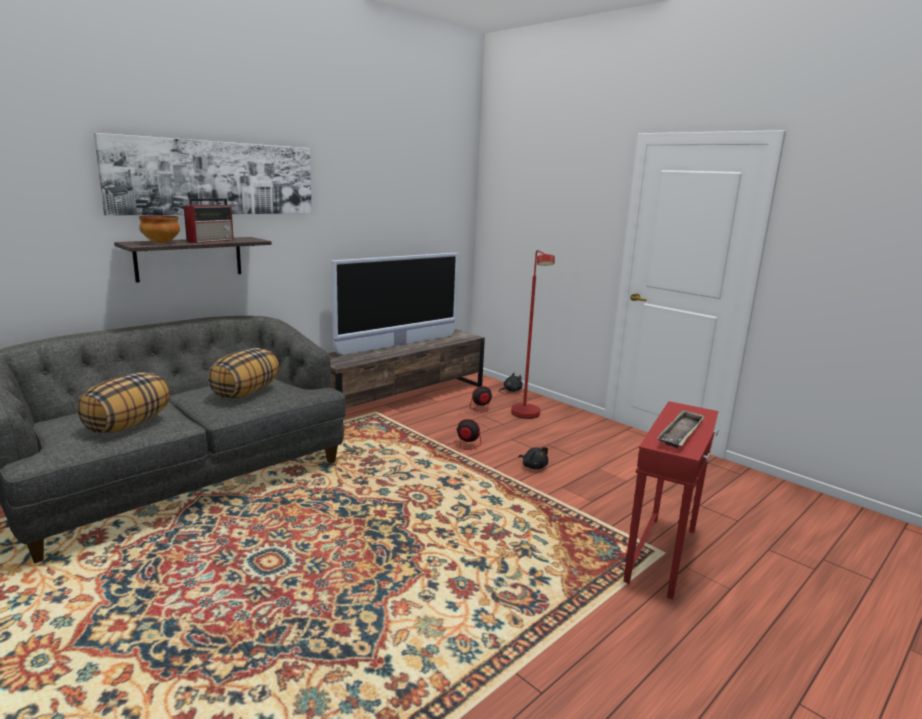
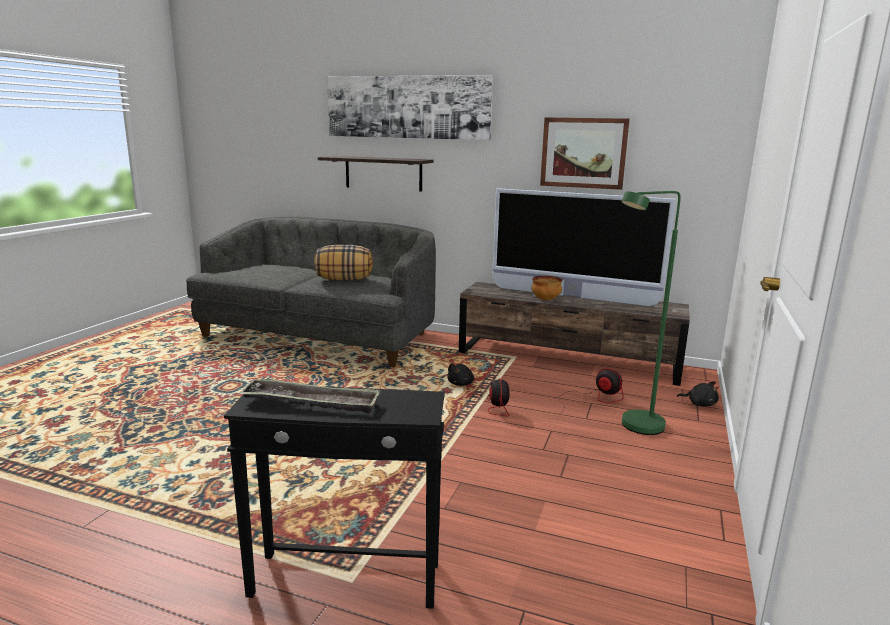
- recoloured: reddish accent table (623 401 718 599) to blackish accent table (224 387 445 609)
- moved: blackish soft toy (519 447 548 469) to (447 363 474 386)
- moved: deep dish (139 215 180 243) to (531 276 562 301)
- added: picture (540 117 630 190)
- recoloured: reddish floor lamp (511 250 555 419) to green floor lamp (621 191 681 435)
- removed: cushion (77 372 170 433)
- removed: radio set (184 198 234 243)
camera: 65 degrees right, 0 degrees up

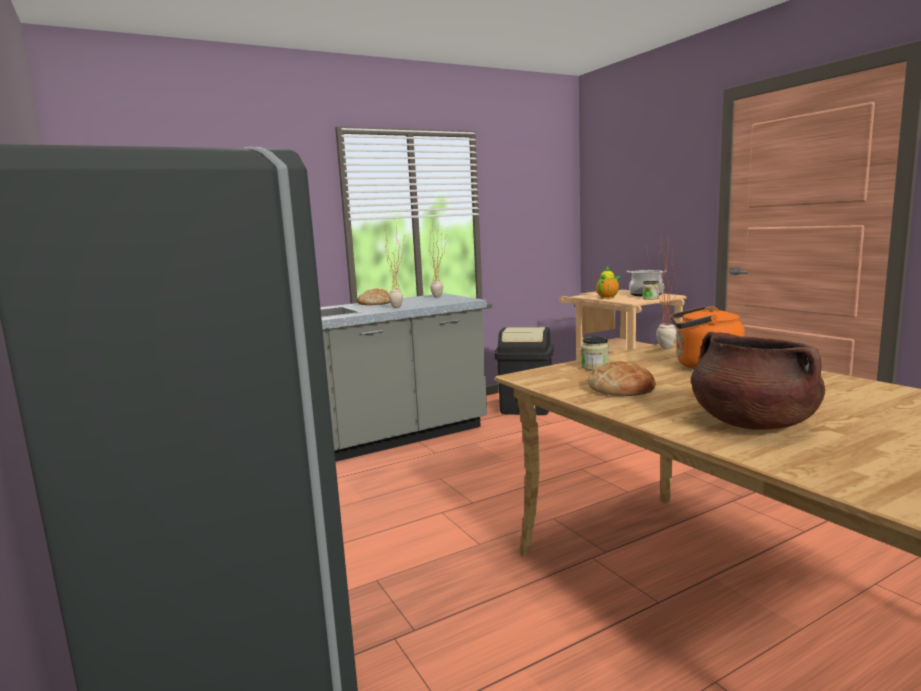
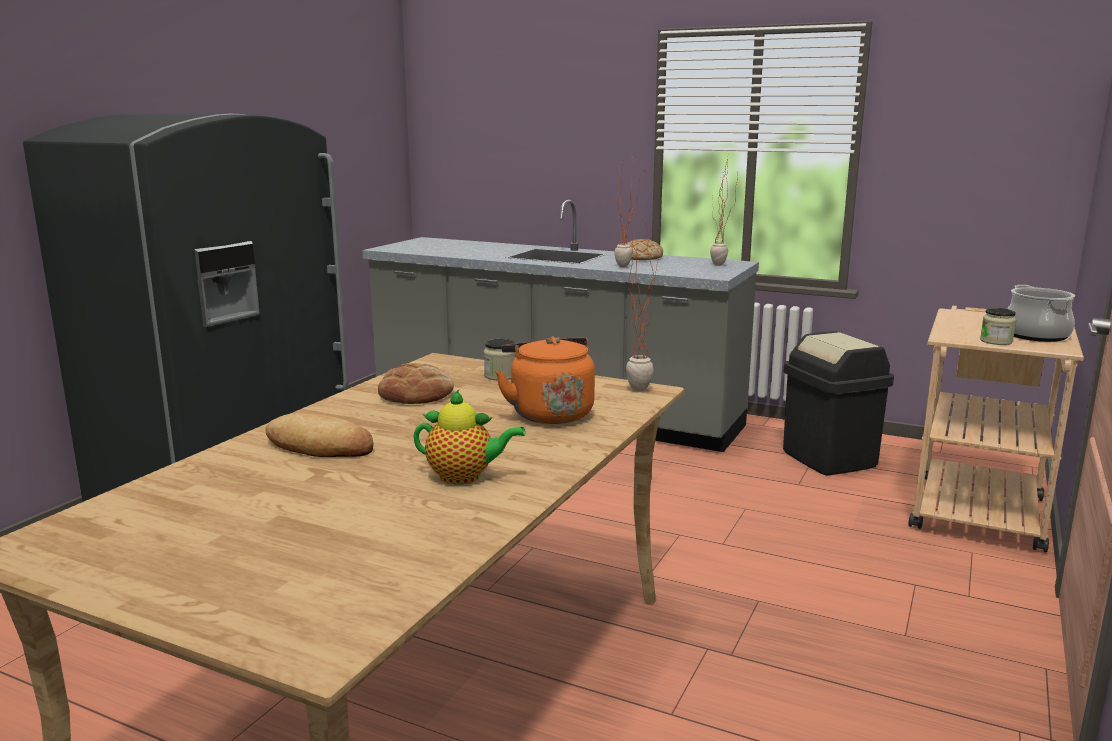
- replaced: brown-coloured stockpot (691 331 825 430) to bakery bread (265 413 373 457)
- moved: teapot (596 266 620 299) to (413 390 526 484)
camera: 55 degrees right, 5 degrees up

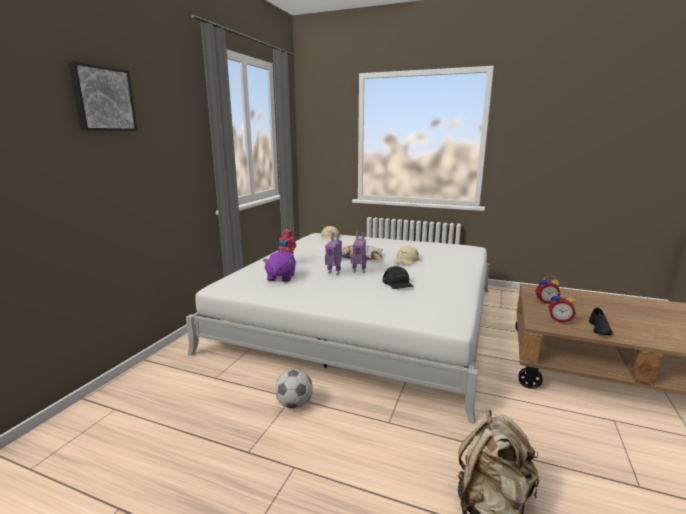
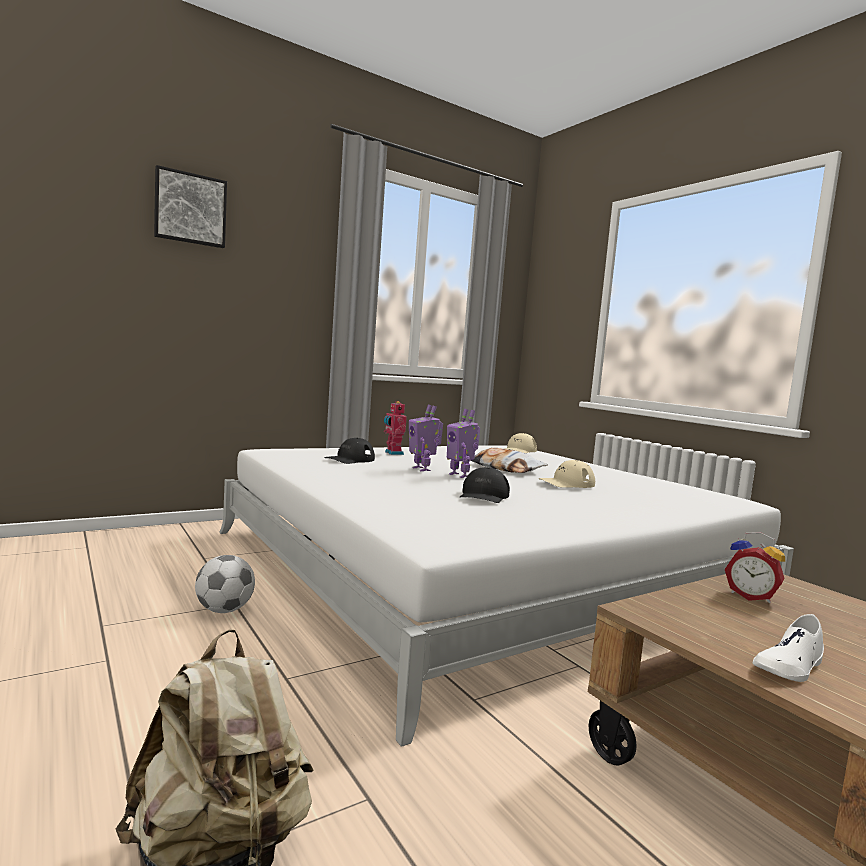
- replaced: purple-coloured soft toy (263 251 296 282) to blackish cap (324 438 375 464)
- recoloured: blackish low shoe (589 307 613 335) to white-coloured low shoe (753 614 824 682)
- removed: table clock (548 292 576 323)
camera: 35 degrees right, 10 degrees down

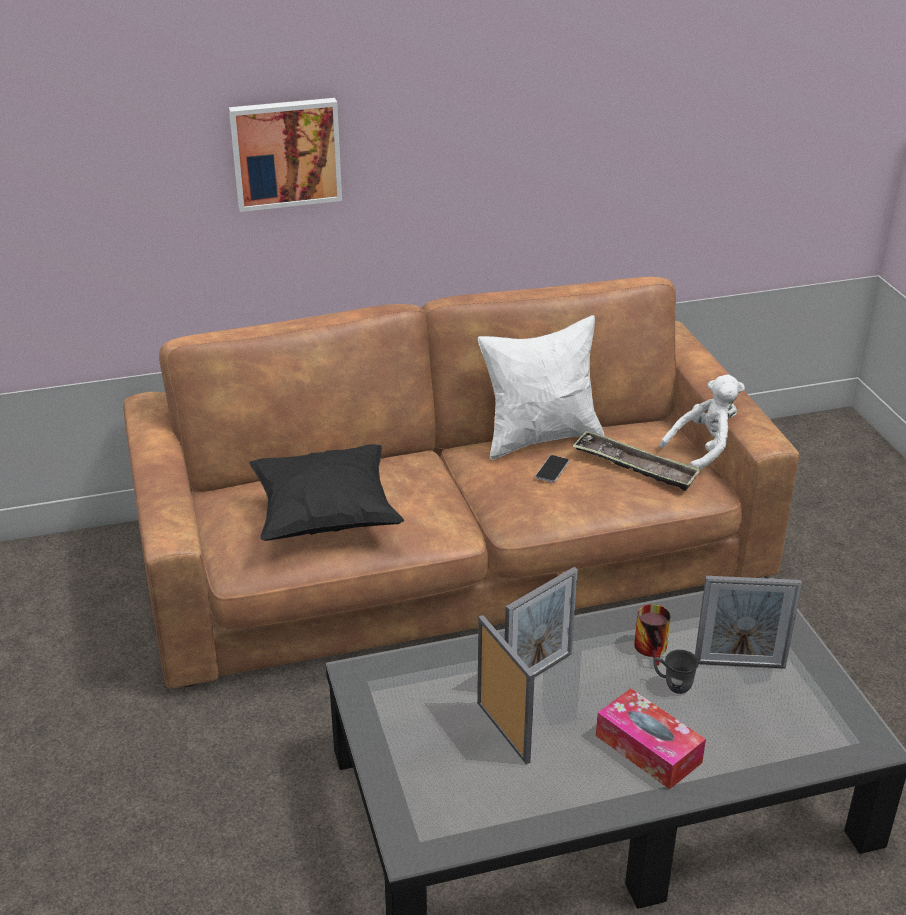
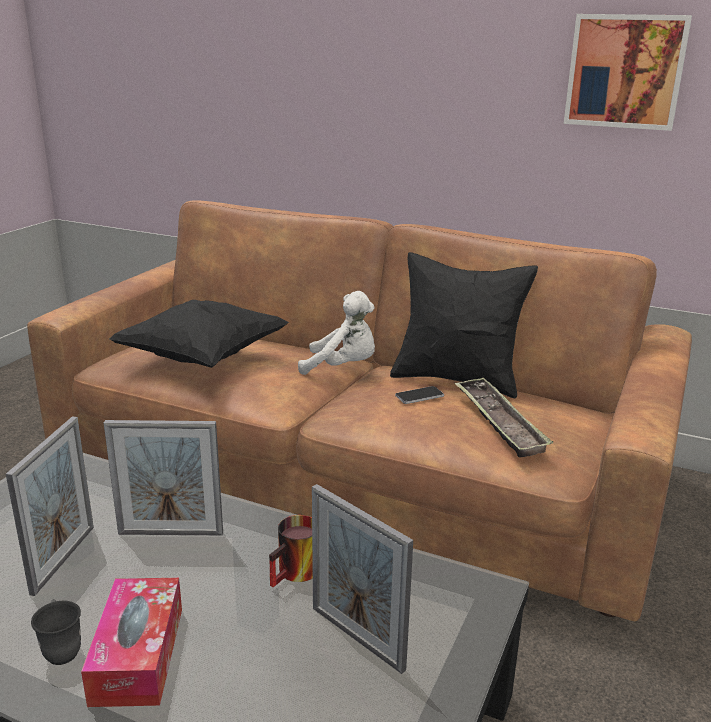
- moved: gray coffee mug (653 650 699 694) to (31 599 81 665)
- moved: white-coloured soft toy (660 374 745 471) to (298 291 375 375)
- recoloured: white-coloured cushion (478 315 605 460) to blackish cushion (390 252 538 398)
- moved: picture (229 98 342 212) to (564 14 692 131)
camera: 40 degrees right, 10 degrees down

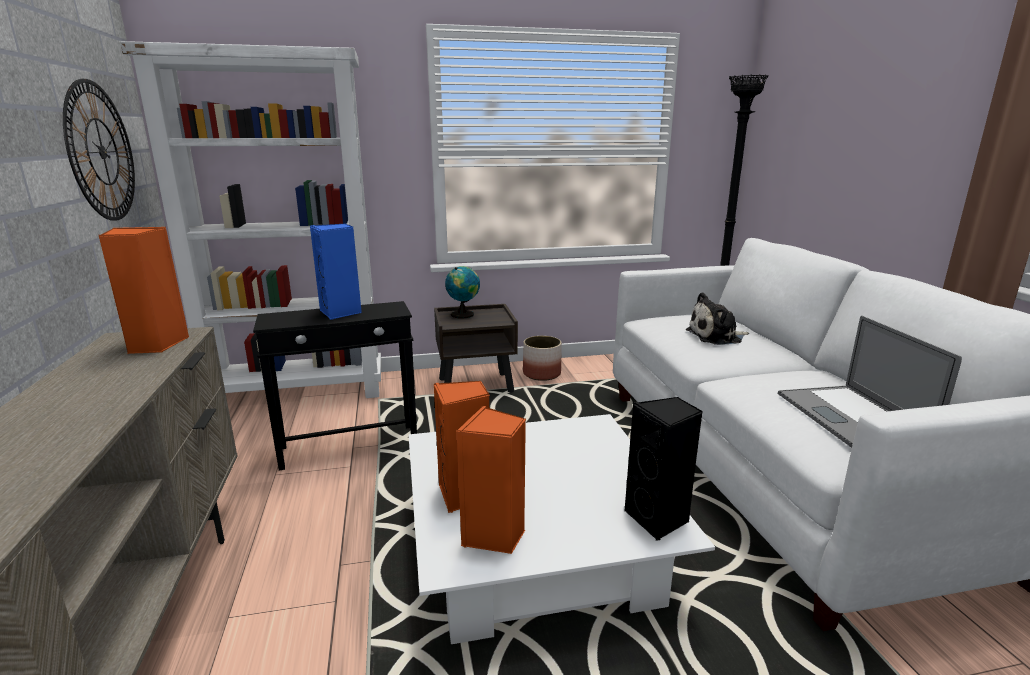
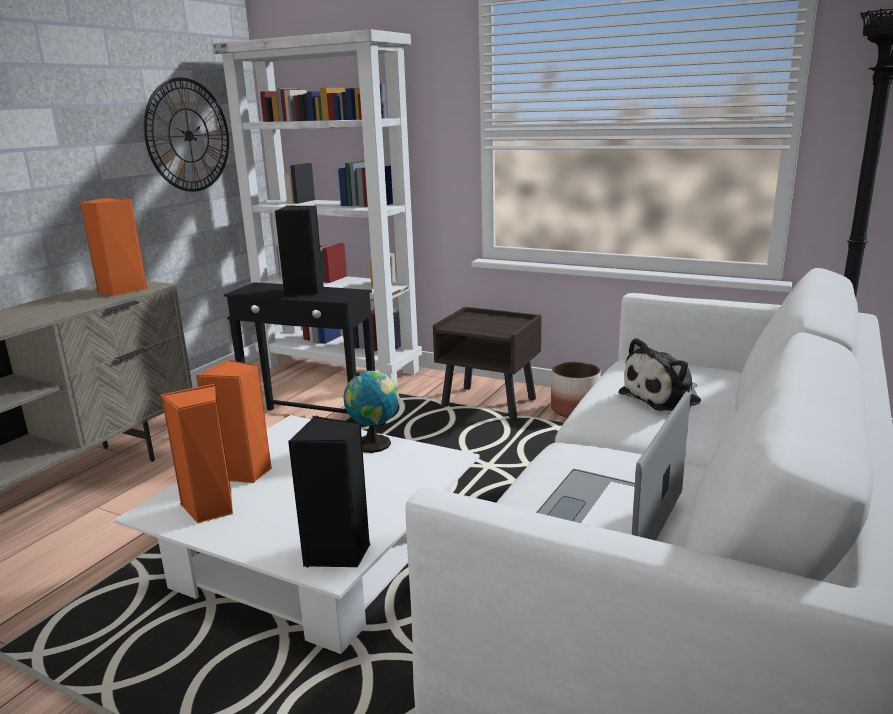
- recoloured: bluish audio speaker (310 224 362 320) to blackish audio speaker (275 205 324 296)
- moved: world globe (445 266 480 318) to (343 371 399 453)
- turned: soft toy (686 292 749 345) = (618 338 701 411) 60 degrees counterclockwise
camera: 40 degrees right, 0 degrees up

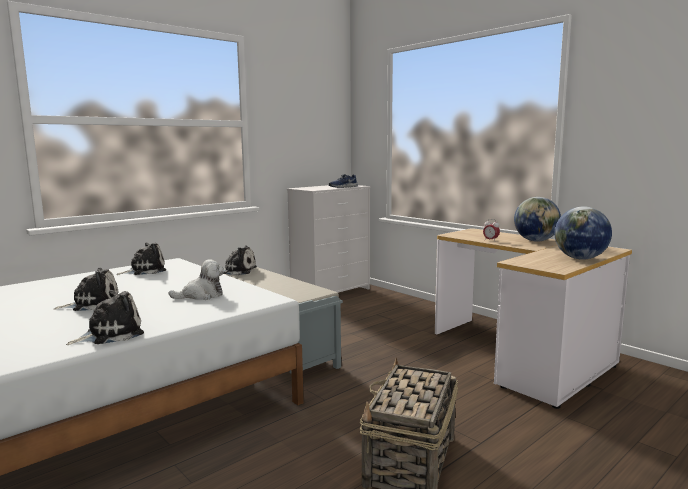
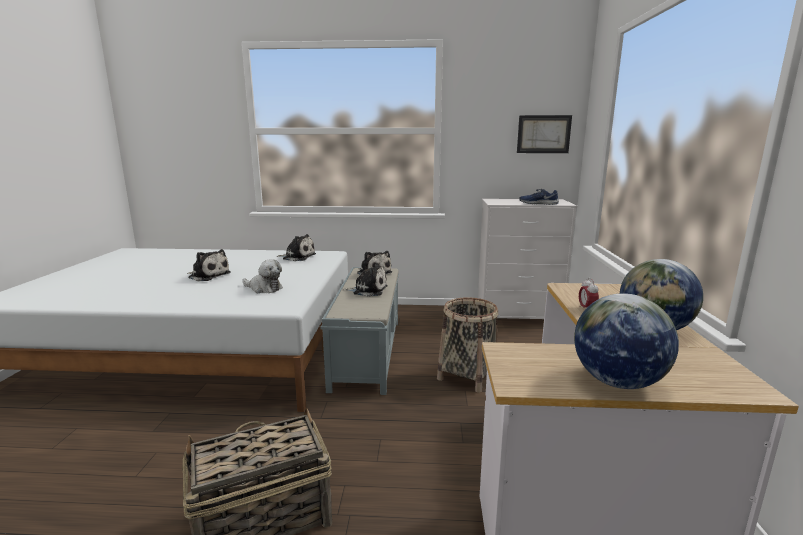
- moved: soft toy (66 290 144 345) to (343 263 388 297)
- added: basket (437 297 498 393)
- added: picture (517 115 572 153)
camera: 45 degrees right, 5 degrees up

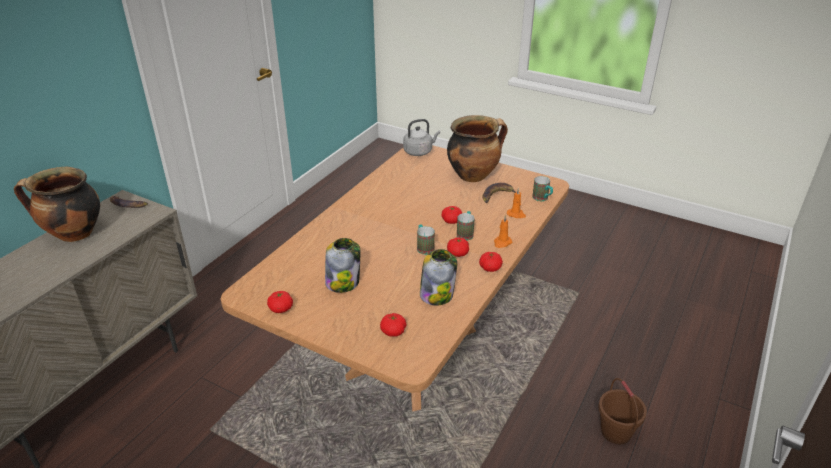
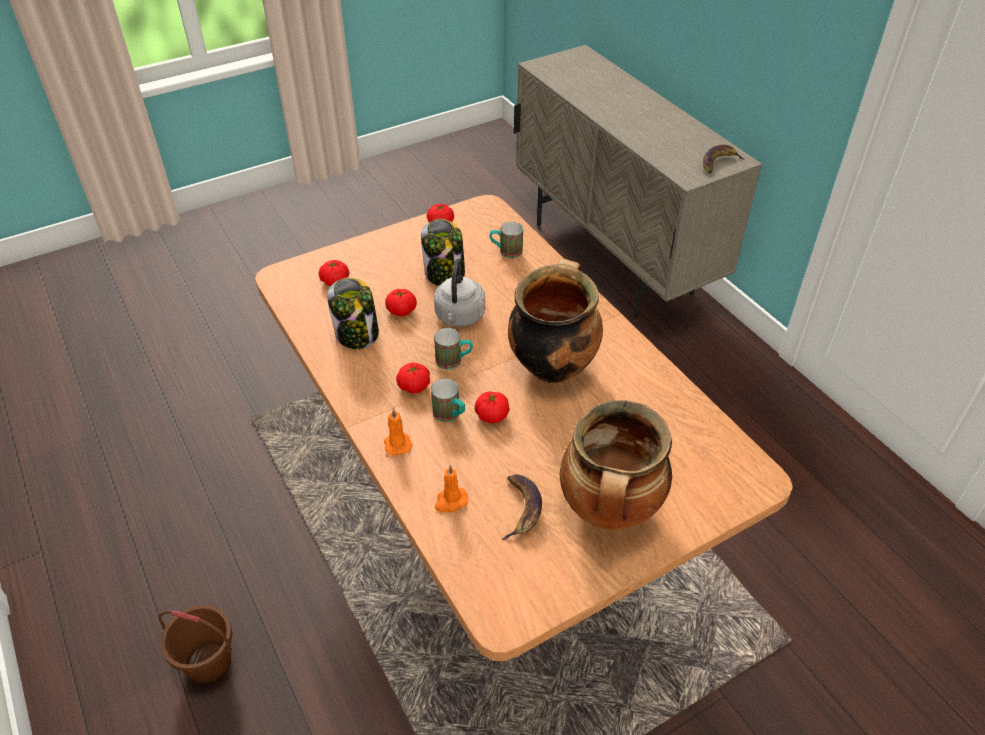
- moved: fresh tomato (479 252 503 272) to (385 289 417 316)
- moved: gray water kettle (403 119 440 156) to (434 259 485 327)
- moved: coffee mug (532 176 553 201) to (490 222 523 259)
- moved: stockpot (14 167 100 242) to (508 258 603 383)
camera: 120 degrees right, 10 degrees up

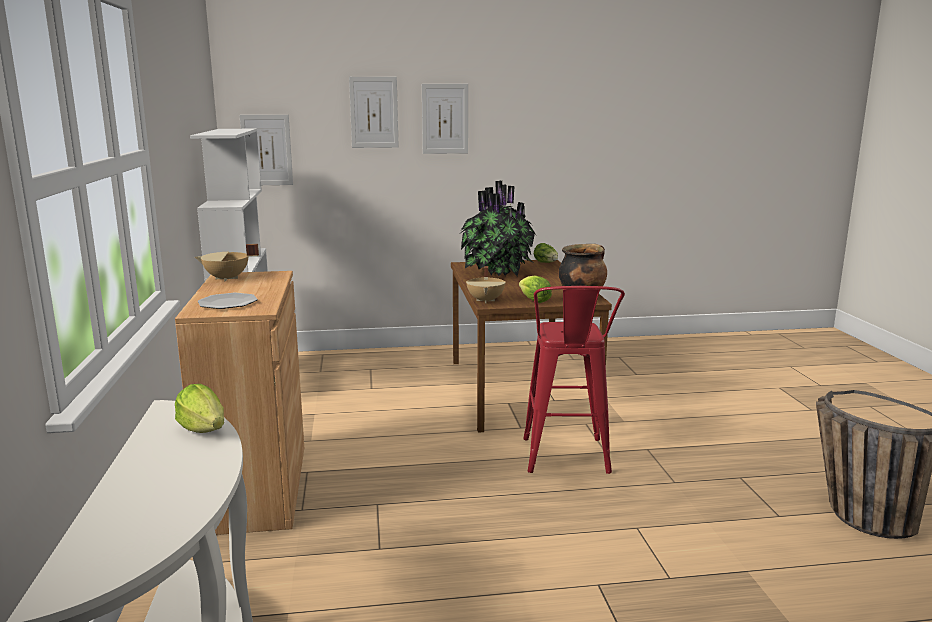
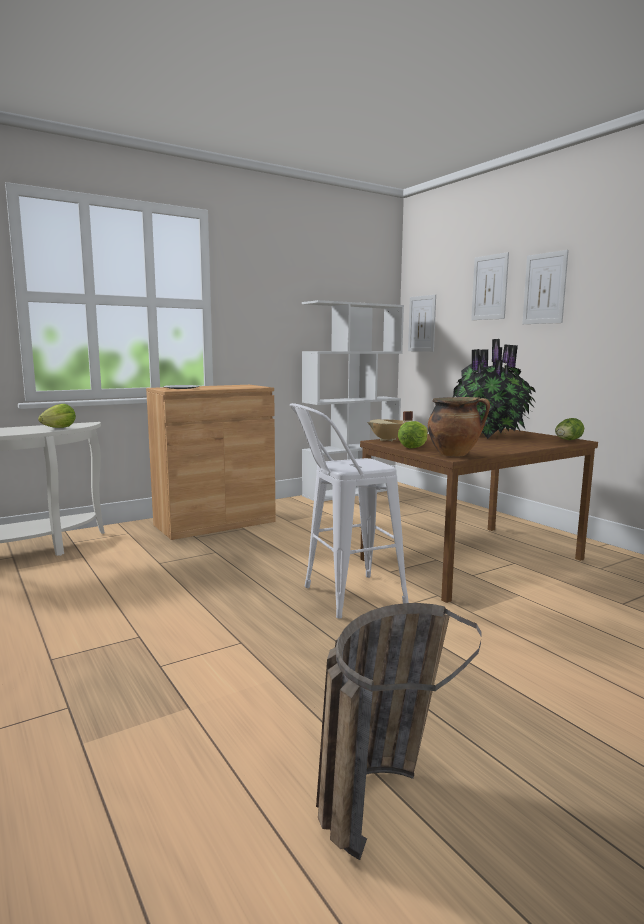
- recoloured: reddish sitting stool (523 286 625 474) to white-coloured sitting stool (290 403 409 618)
- removed: beige-coloured stockpot (195 244 259 281)
camera: 65 degrees right, 5 degrees down

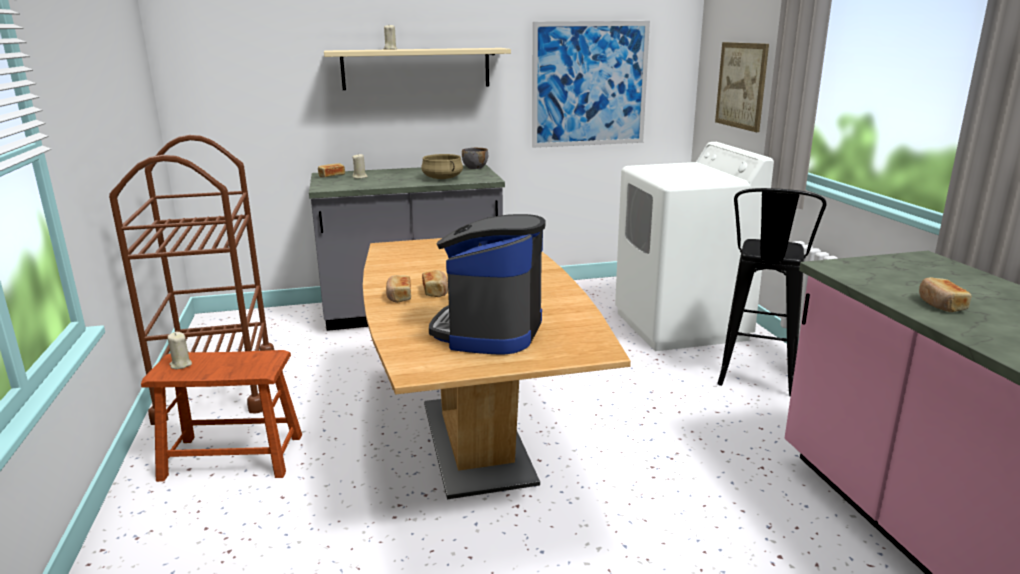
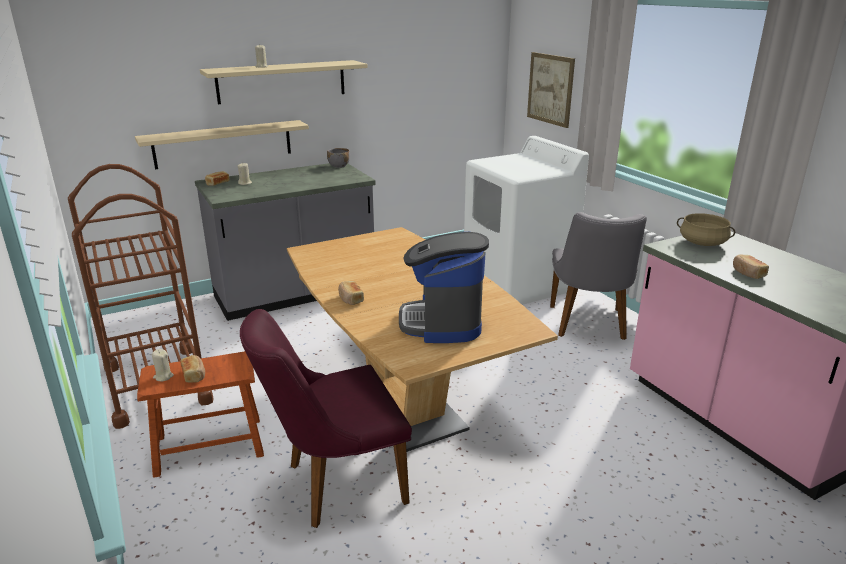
- added: beige-coloured shelf (135 120 309 170)
- moved: bakery bread (422 270 448 297) to (180 355 205 383)
- added: purple-coloured plain chair (240 309 412 528)
- replaced: blackish sitting stool (717 188 826 397) to gray plain chair (550 212 647 340)
- moved: beige-coloured stockpot (421 154 463 179) to (677 213 735 246)
- removed: picture (532 21 650 148)
camera: 15 degrees left, 5 degrees up

